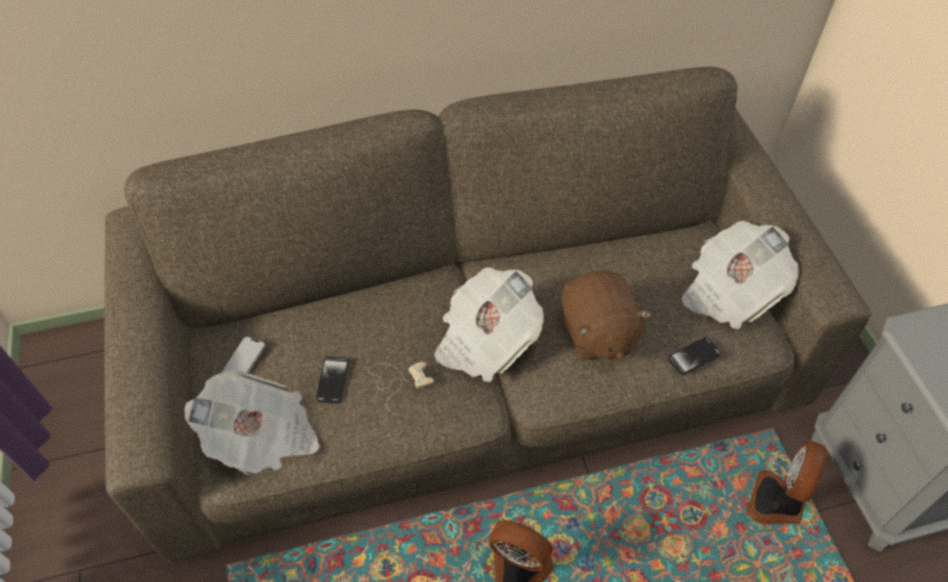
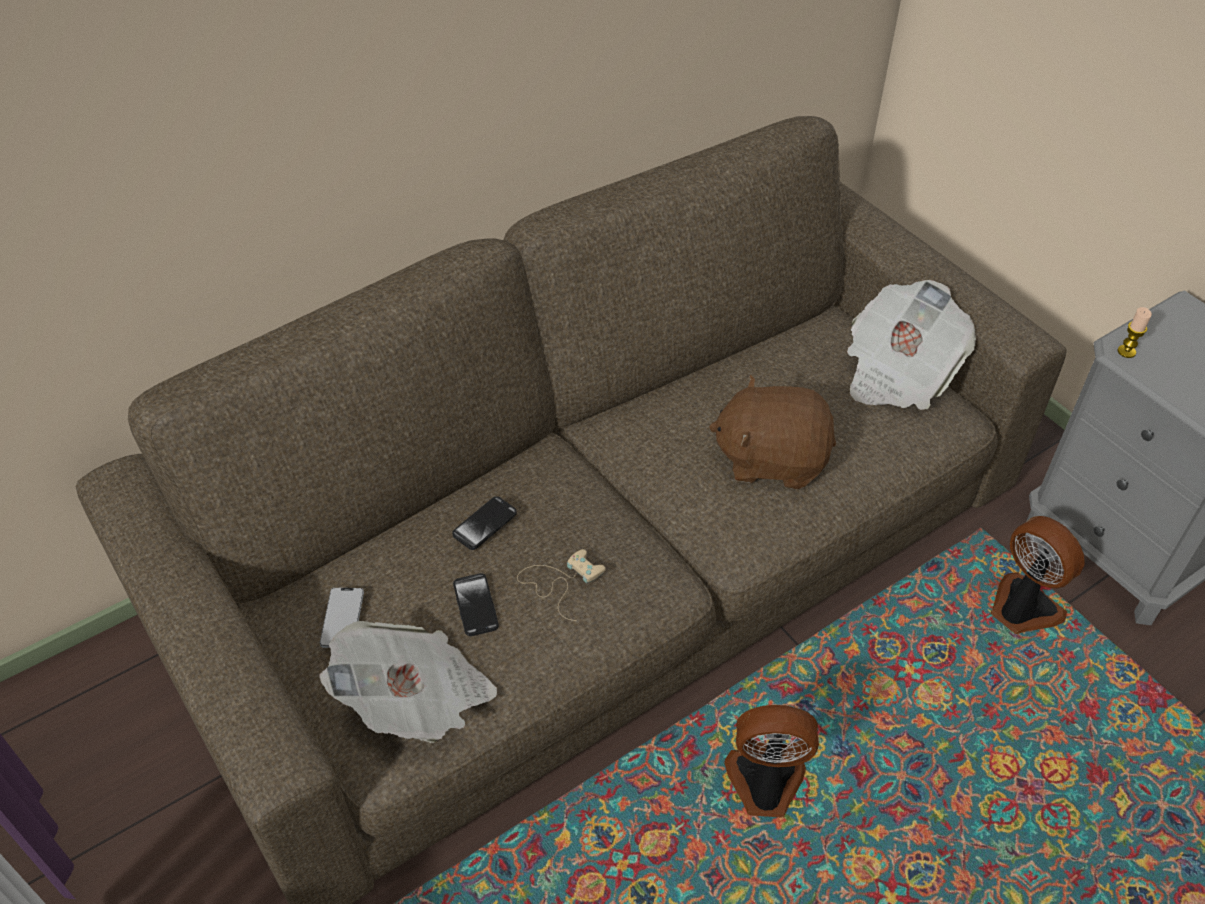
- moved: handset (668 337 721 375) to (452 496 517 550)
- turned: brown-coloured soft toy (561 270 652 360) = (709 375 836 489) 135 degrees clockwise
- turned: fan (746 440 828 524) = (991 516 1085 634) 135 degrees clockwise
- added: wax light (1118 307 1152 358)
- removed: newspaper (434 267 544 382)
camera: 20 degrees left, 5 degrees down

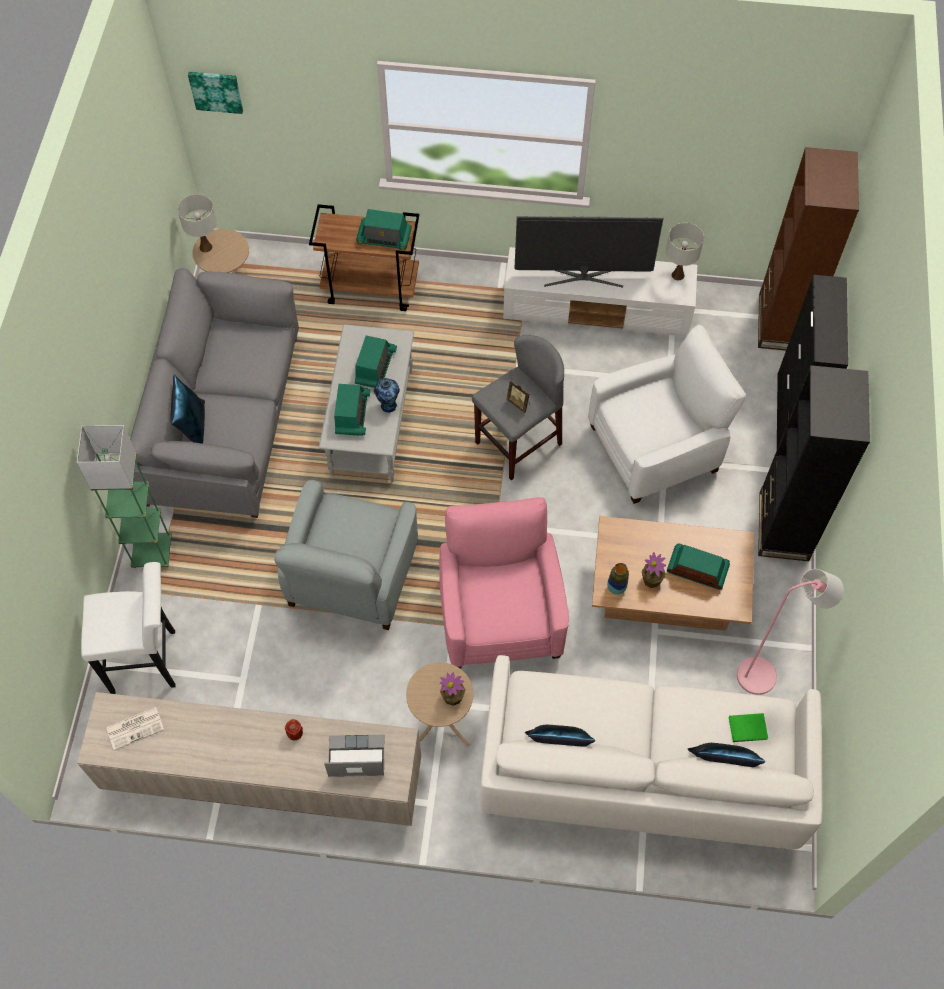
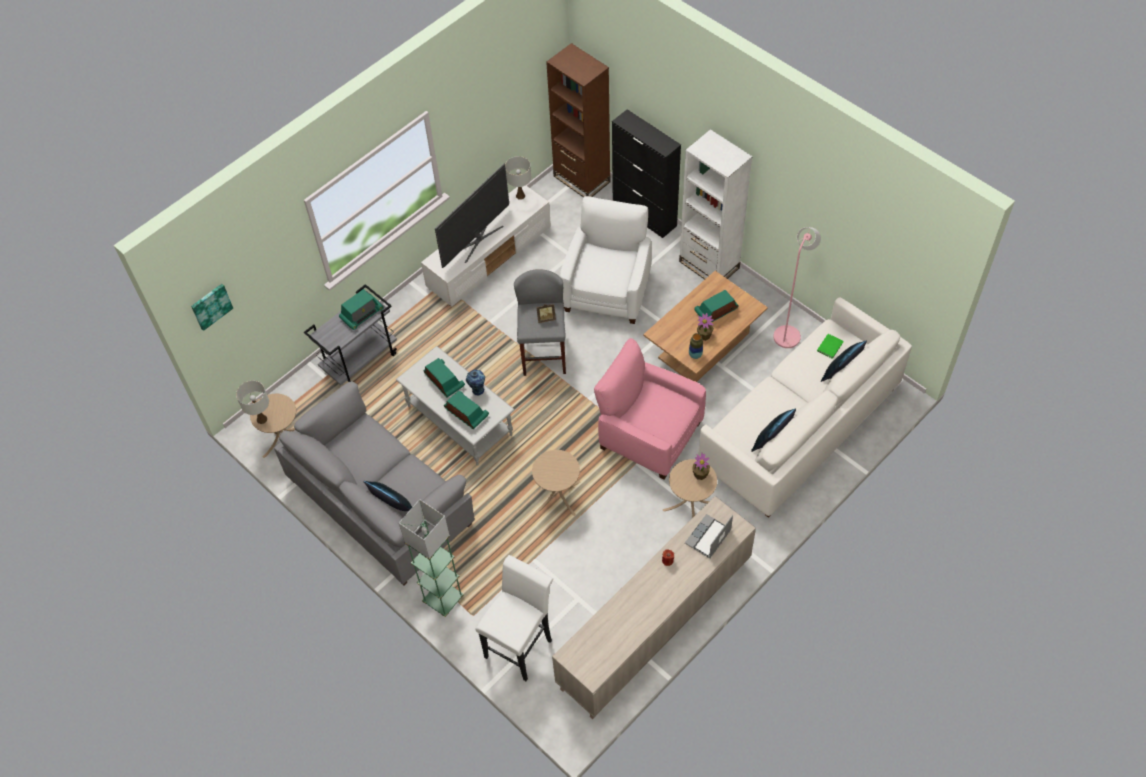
- recoloured: brown-coloured wheeled cart (309 204 419 311) to gray wheeled cart (304 284 397 385)
- replaced: gray lounge chair (274 480 418 630) to beige-coloured accent table (532 450 580 516)
- recoloured: blackish bookcase (758 365 870 561) to white-coloured bookcase (679 129 752 280)
- removed: newspaper (107 707 164 750)
camera: 50 degrees left, 5 degrees down

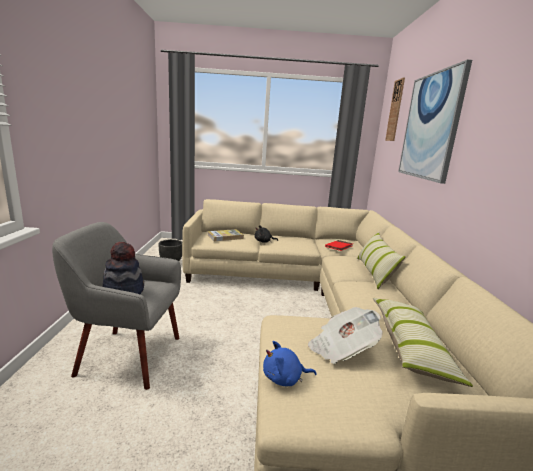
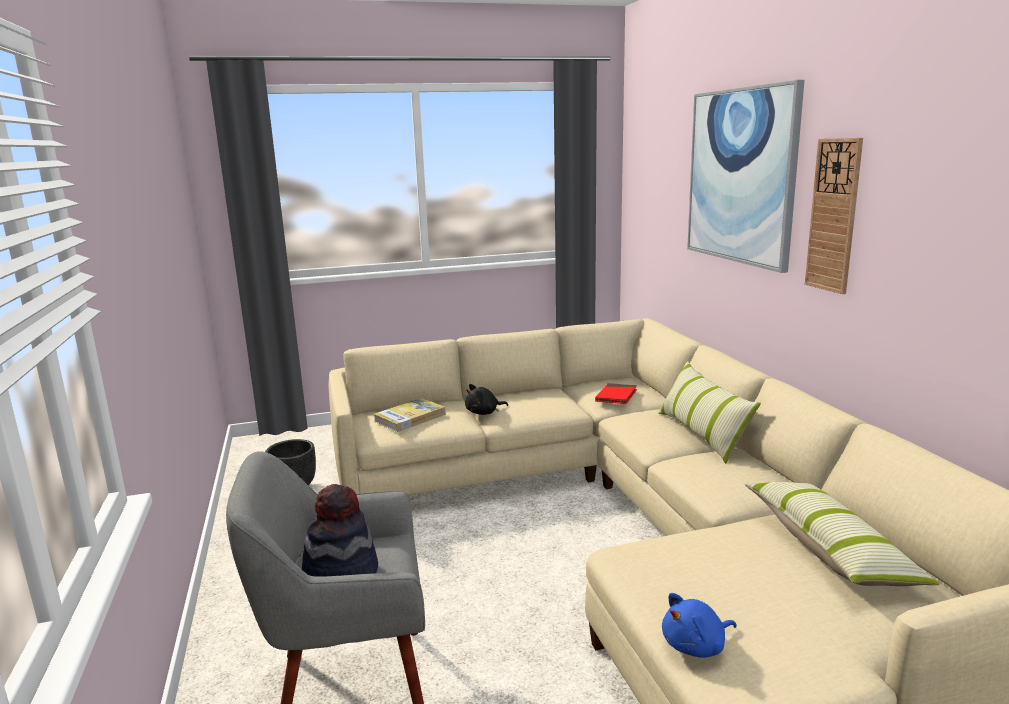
- moved: wall clock (385 77 405 141) to (805 138 863 294)
- removed: newspaper (308 307 383 364)
camera: 15 degrees left, 0 degrees up

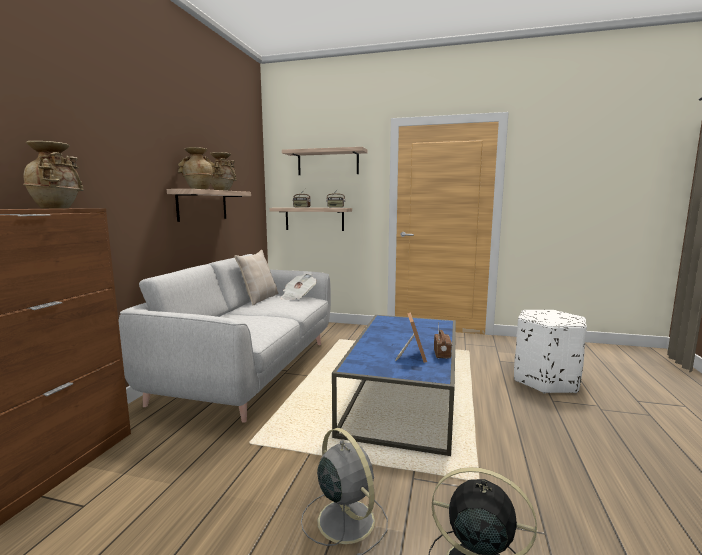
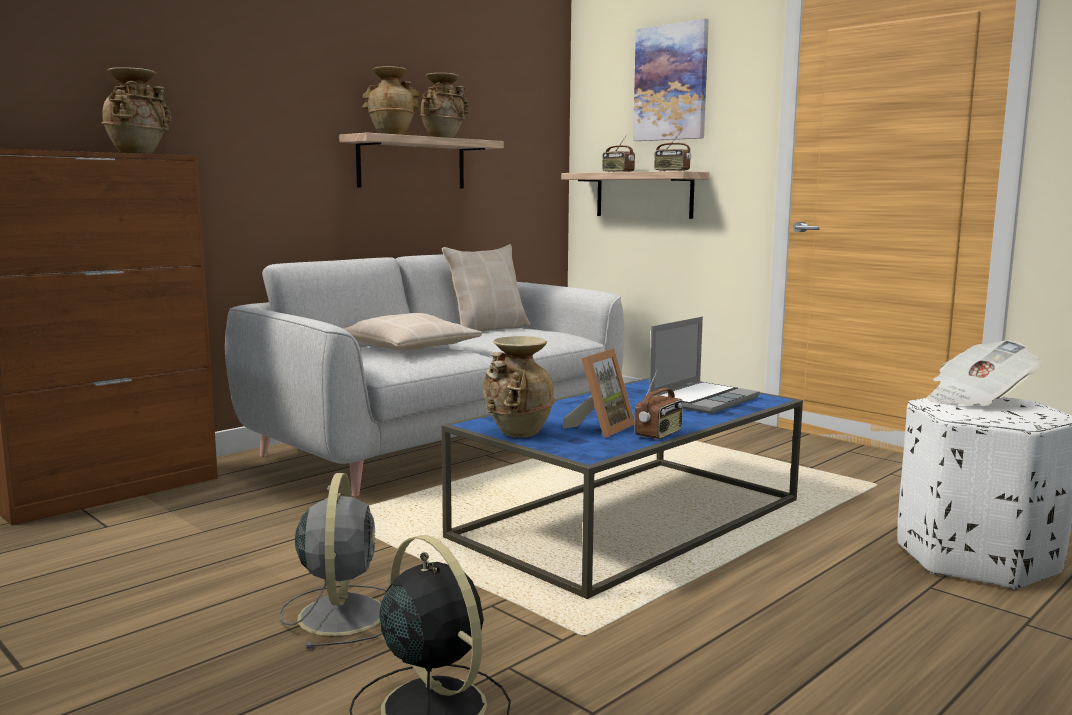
- added: beige-coloured cushion (343 313 482 351)
- added: beige-coloured vase (483 336 555 438)
- replaced: shelf (282 147 368 175) to picture (633 18 709 141)
- added: portable computer (649 317 759 414)
- moved: newspaper (281 274 317 300) to (927 340 1041 406)
camera: 30 degrees right, 0 degrees up

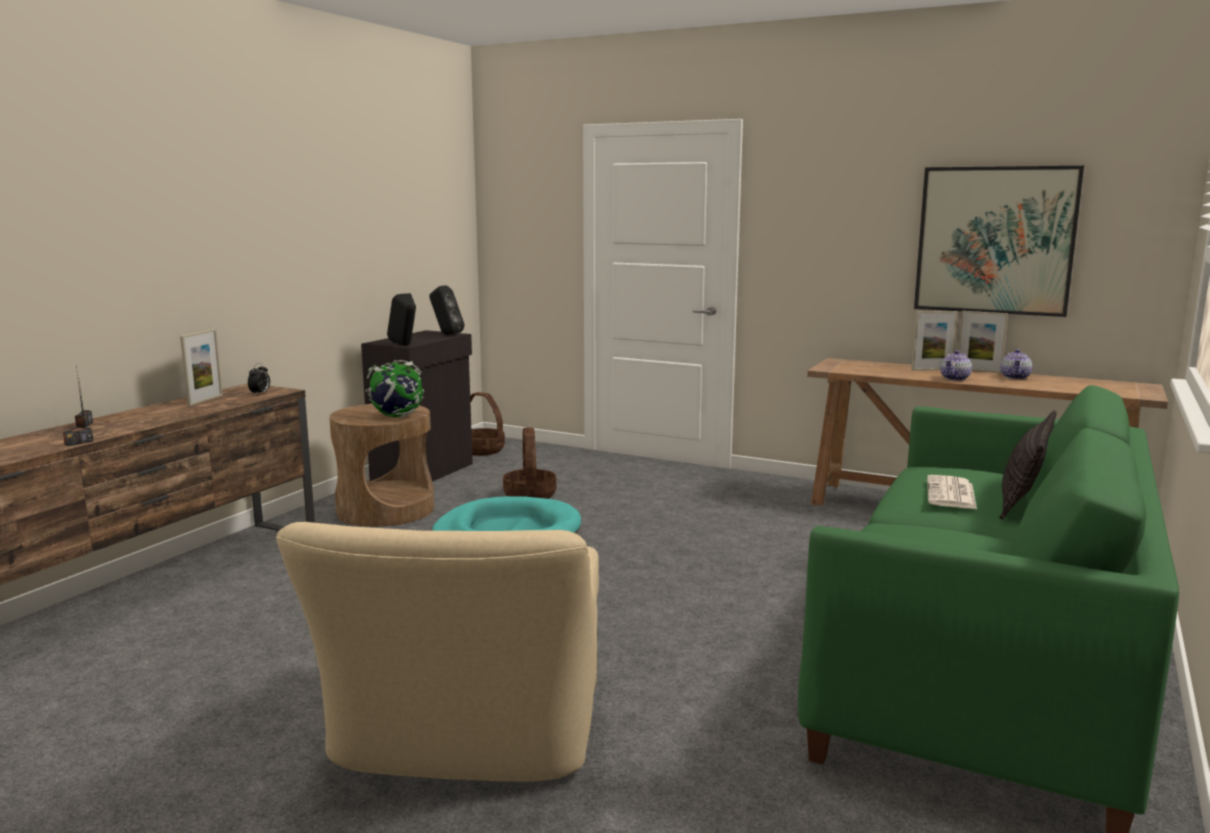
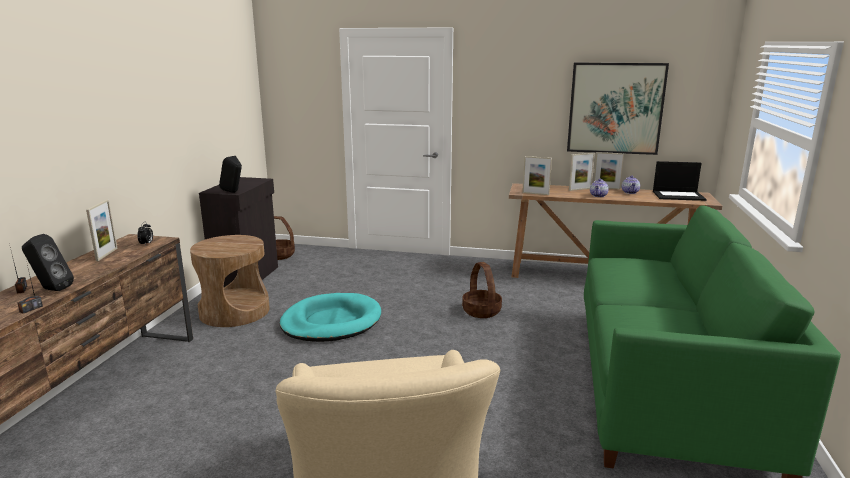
- moved: blackish audio speaker (429 285 464 334) to (22 234 74 291)
- moved: basket (503 427 556 499) to (462 262 502 318)
- added: photo frame (522 156 552 195)
- added: portable computer (653 161 706 201)
- removed: world globe (366 360 425 418)
- removed: newspaper (927 475 977 509)
- removed: cushion (999 410 1057 520)
camera: 15 degrees left, 5 degrees up

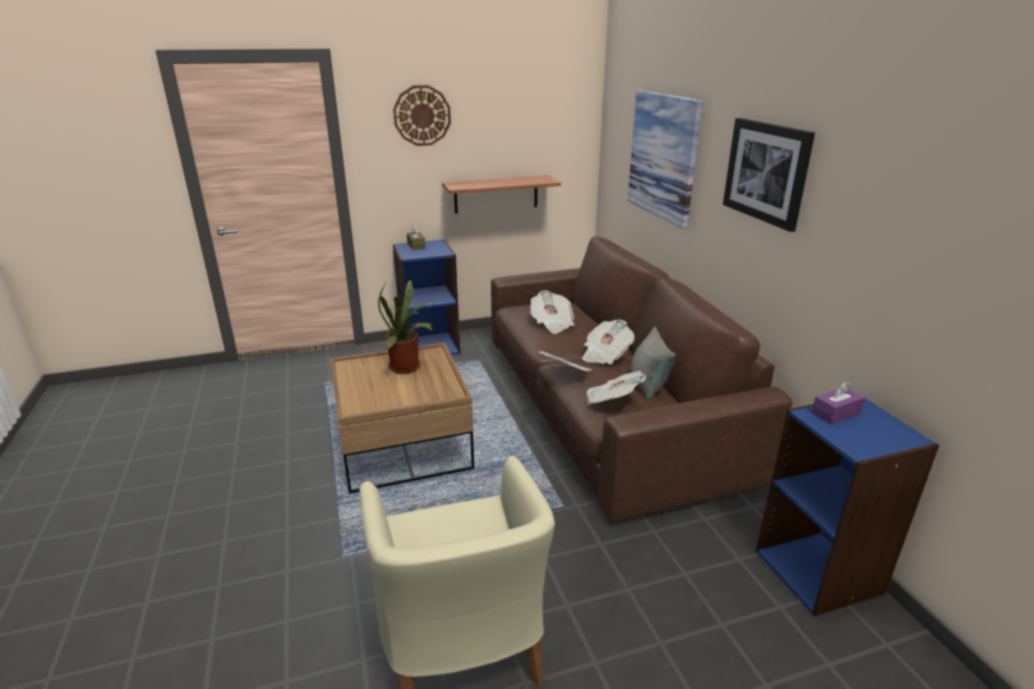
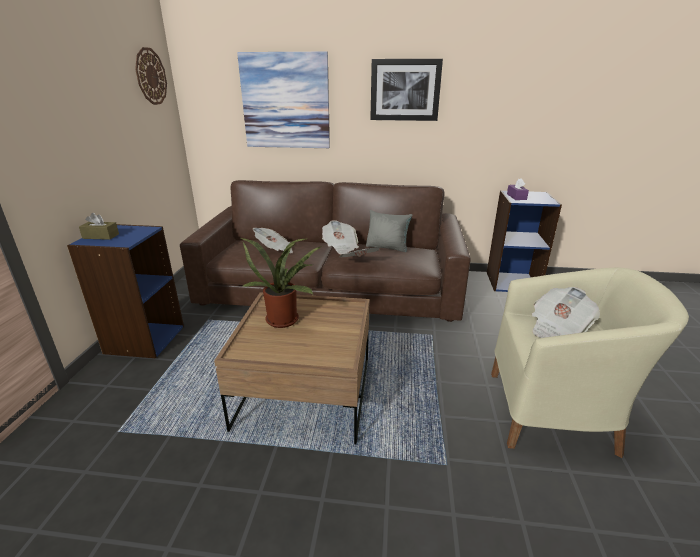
- moved: wall clock (393 85 451 146) to (135 47 167 105)
- moved: newspaper (587 371 646 405) to (532 287 600 338)
- removed: shelf (442 175 561 213)
camera: 65 degrees left, 0 degrees up

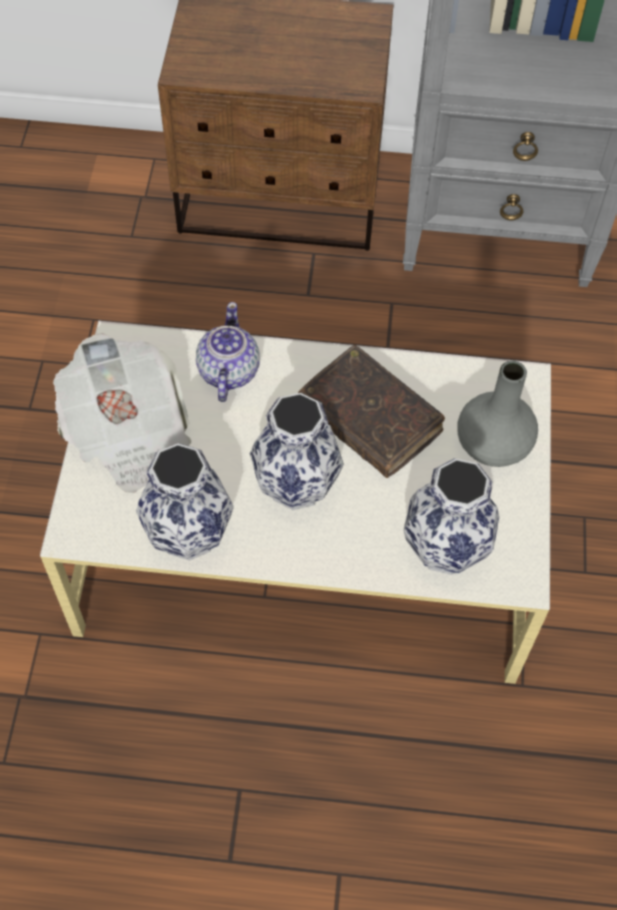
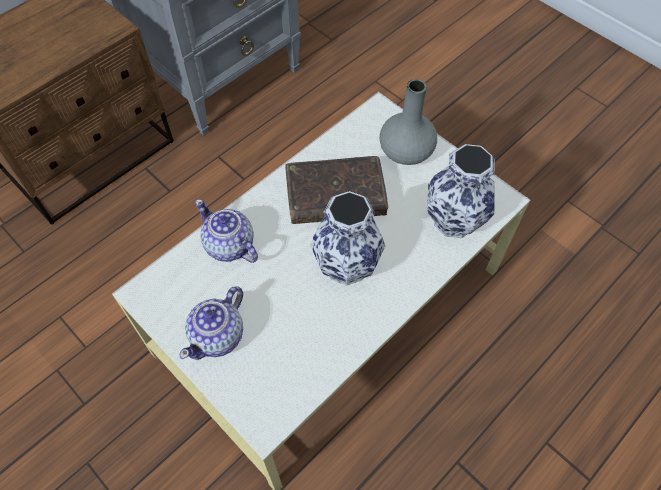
- replaced: newspaper (53 333 191 493) to teapot (180 286 243 360)
- removed: vase (136 443 234 561)
camera: 50 degrees left, 0 degrees up

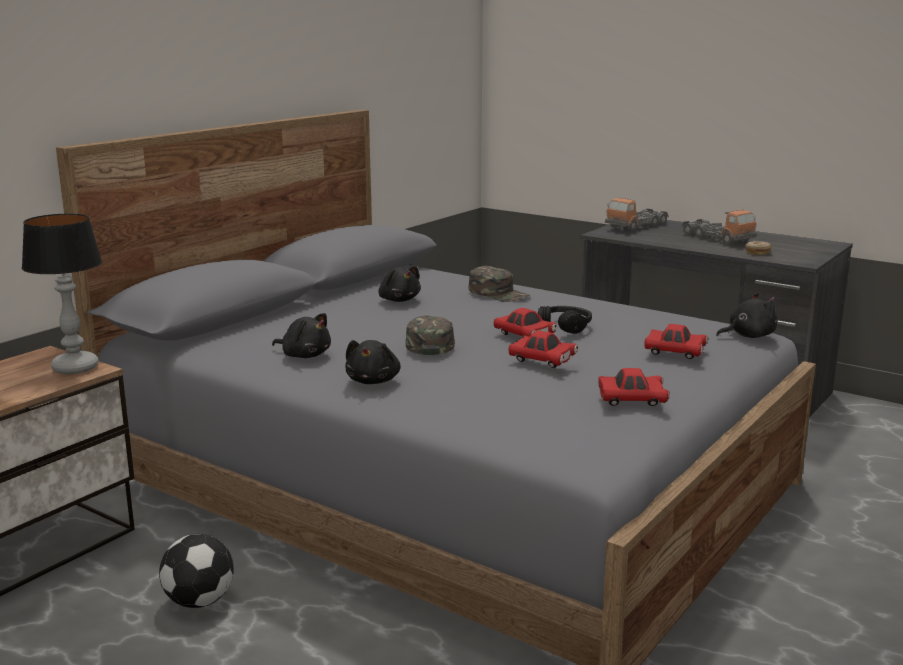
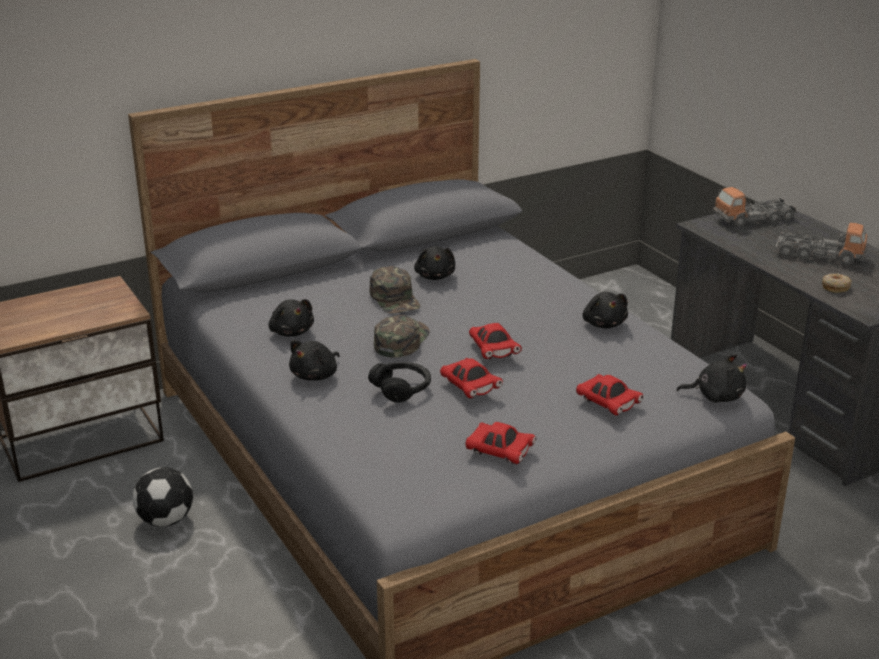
- moved: blackish pair of headphones (538 306 592 334) to (368 362 431 403)
- moved: green cap (469 266 530 302) to (369 266 420 314)
- added: blackish soft toy (583 292 628 328)
- turned: toy lorry (681 210 757 245) = (775 223 867 266) 60 degrees counterclockwise
- removed: lamp for a table (22 214 102 374)
camera: 25 degrees right, 10 degrees up

